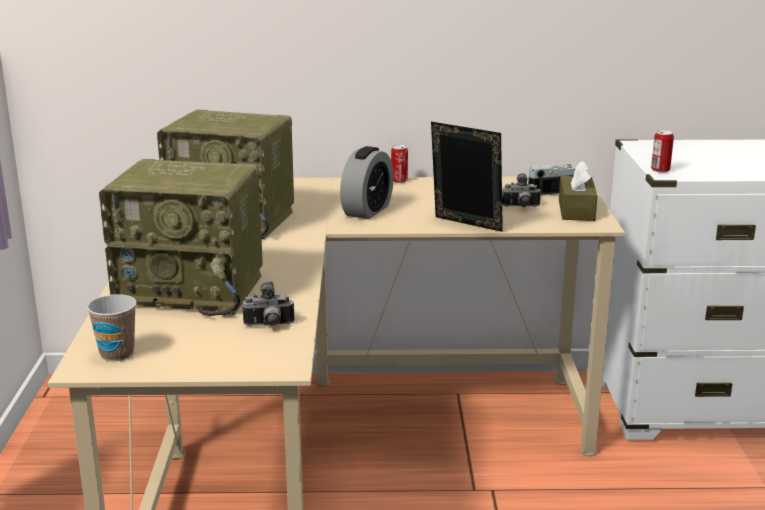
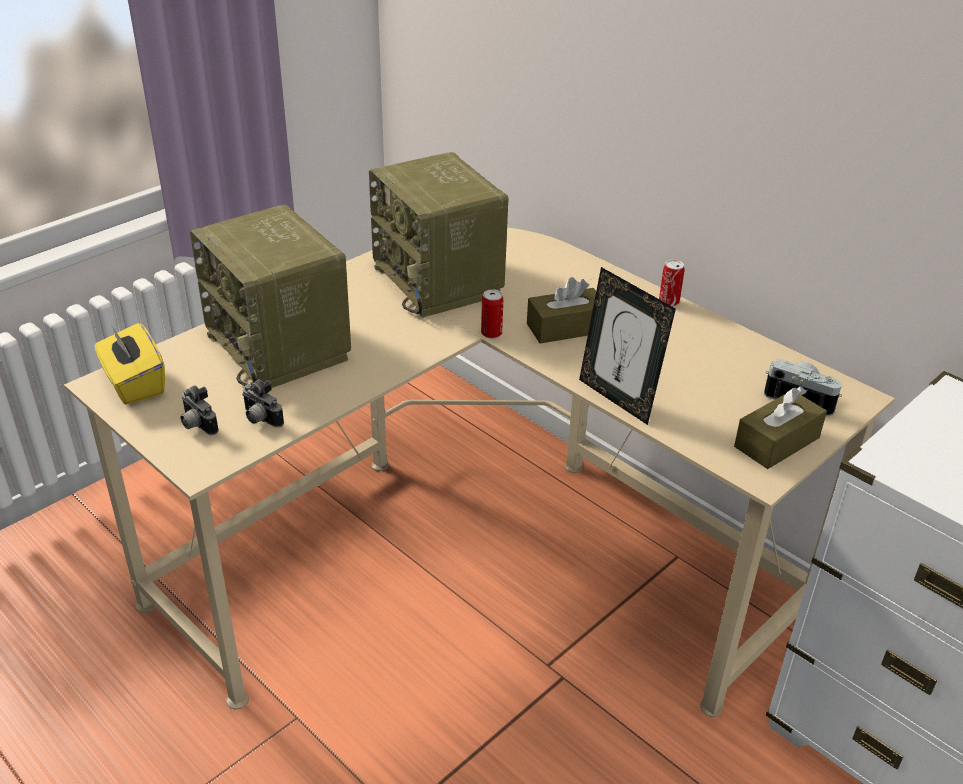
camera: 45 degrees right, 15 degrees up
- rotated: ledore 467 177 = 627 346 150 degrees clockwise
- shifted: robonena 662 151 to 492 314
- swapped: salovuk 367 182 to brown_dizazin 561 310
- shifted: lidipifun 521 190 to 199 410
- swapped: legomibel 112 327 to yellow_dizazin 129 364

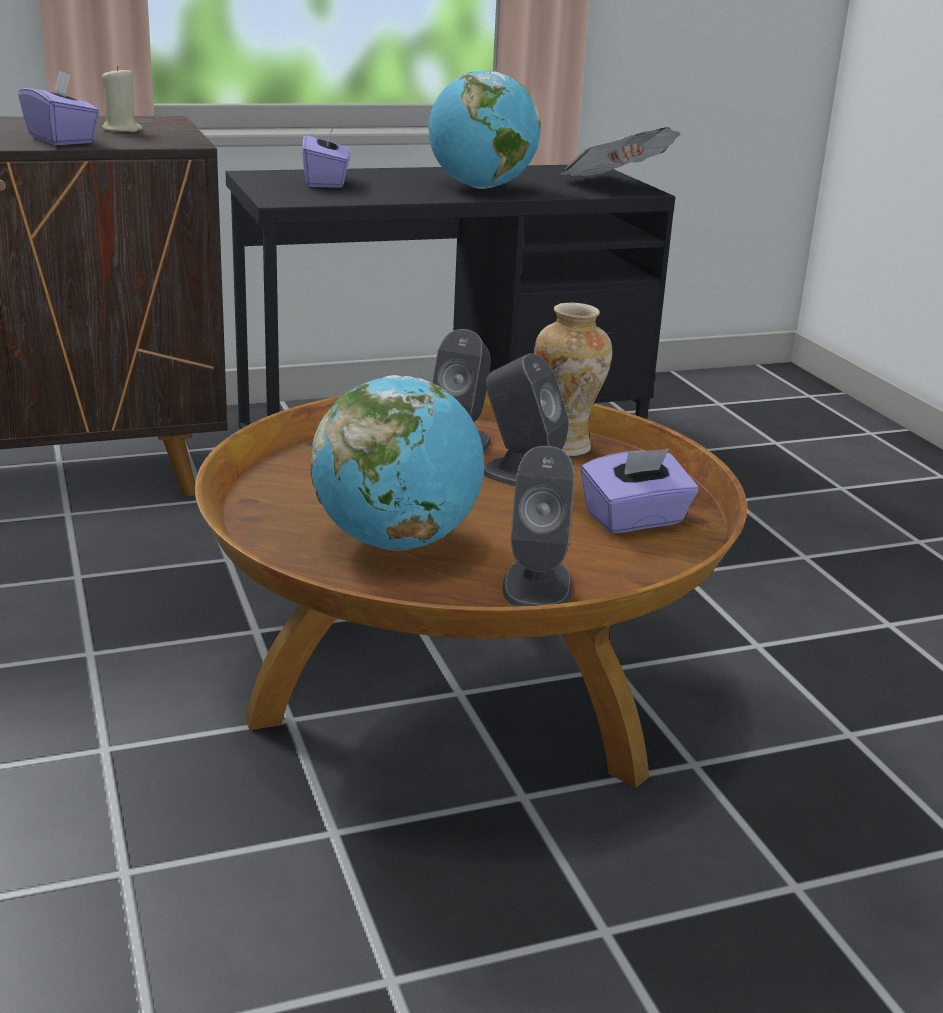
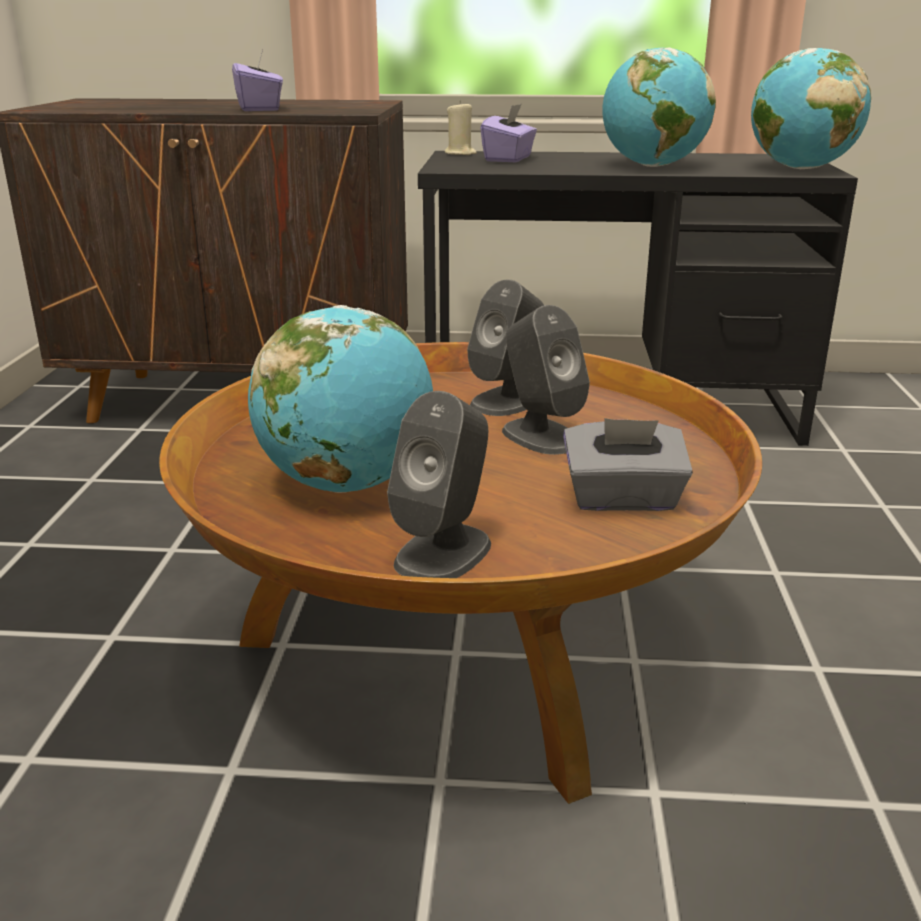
camera: 25 degrees right, 0 degrees up
- shifted: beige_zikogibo 122 99 to 461 128
- swapped: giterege 620 151 to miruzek 811 108
- gone: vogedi 573 379
- repainted: purple_dizazin 639 490 to grey_dizazin 628 464

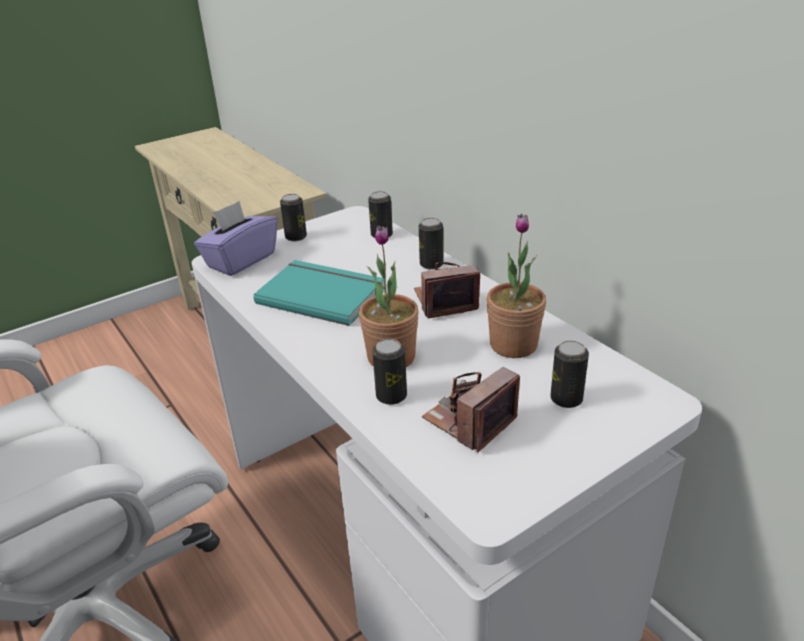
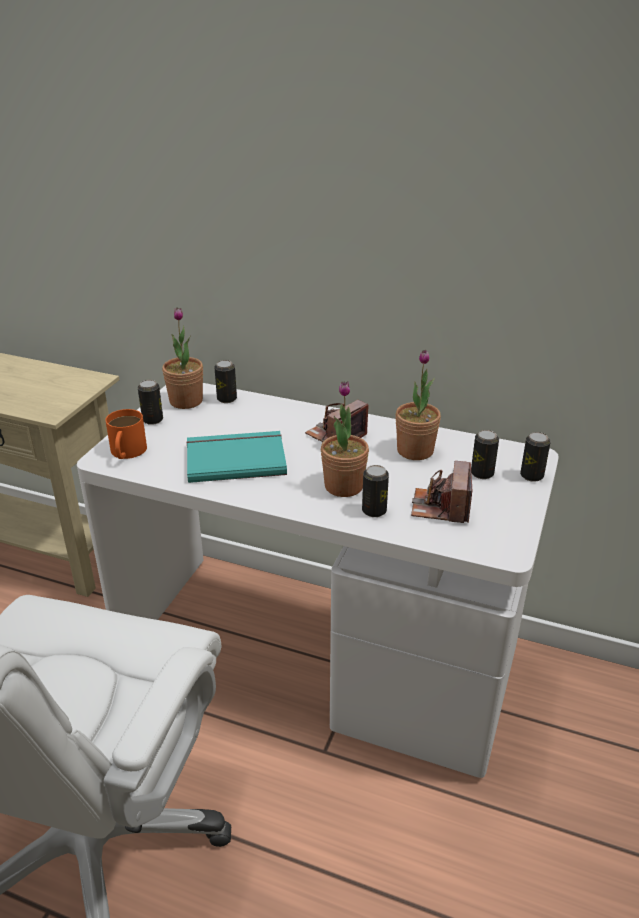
camera: 35 degrees left, 0 degrees up
- swapped: purple_dizazin 235 238 to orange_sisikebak 126 434
- shifted: robonena 431 243 to 535 457
- new: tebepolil 182 358

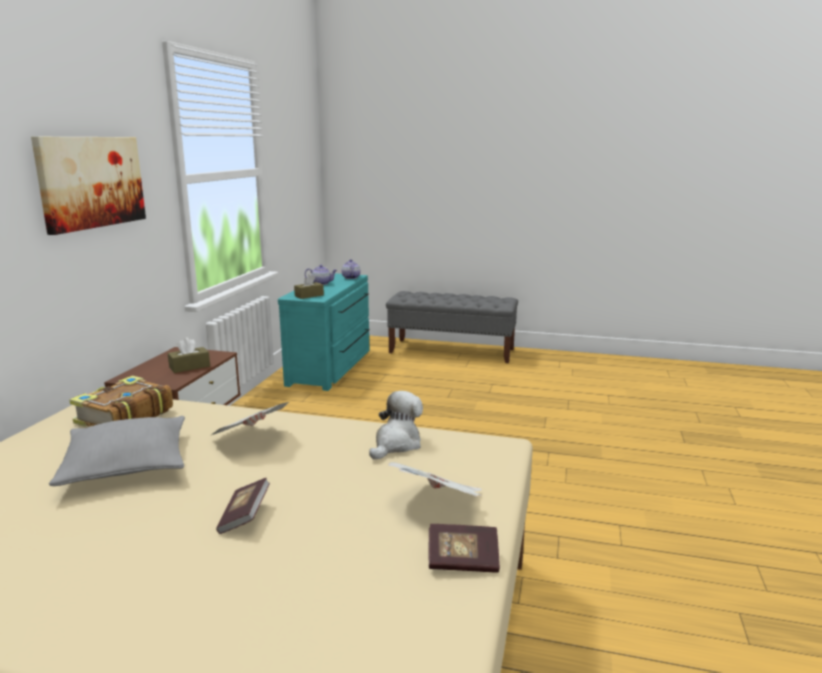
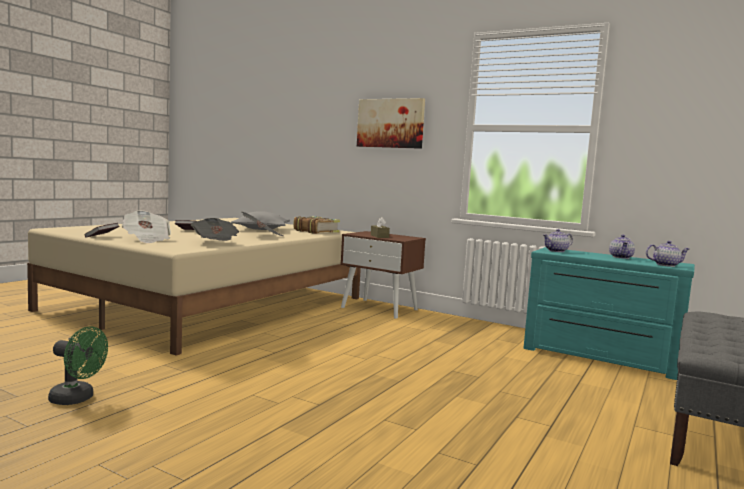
camera: 105 degrees right, 10 degrees down
- swapped: brown_dizazin 309 286 to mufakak 558 240
- swapped: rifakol 396 425 to giterege 215 229
- new: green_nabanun 78 365

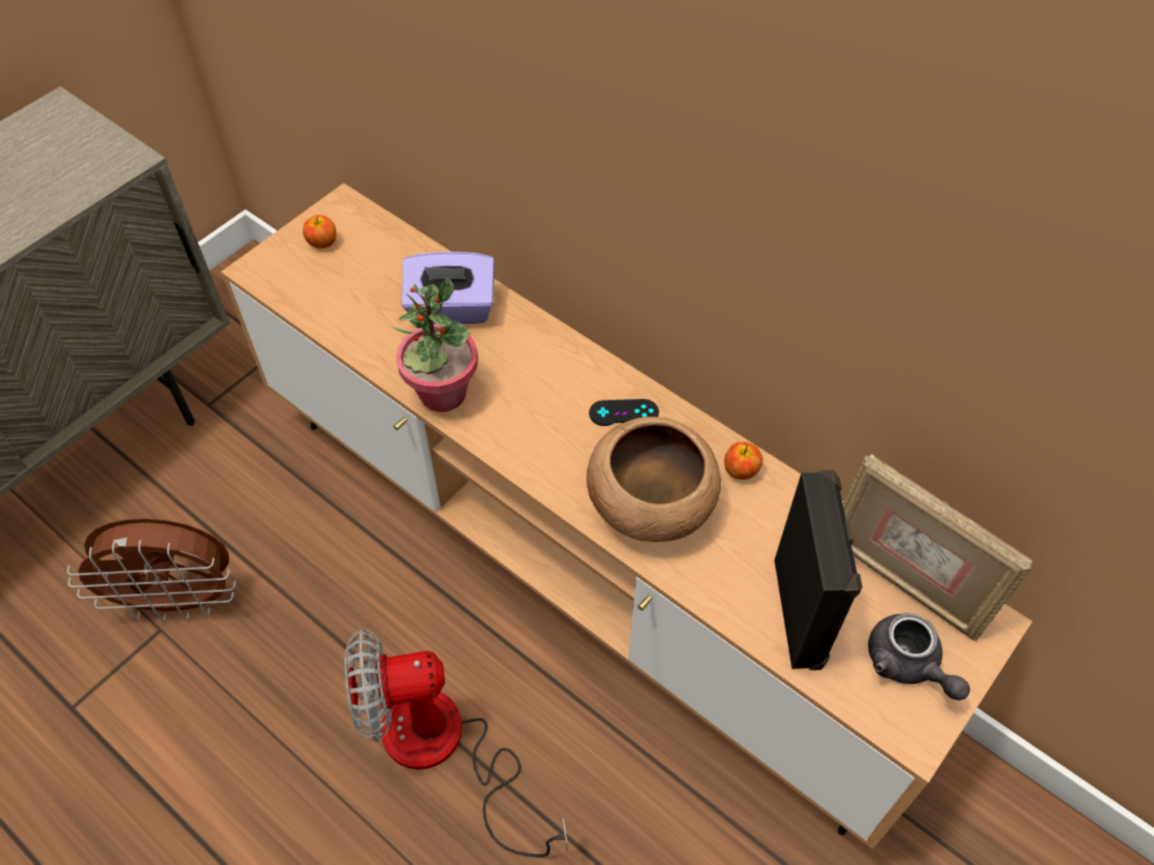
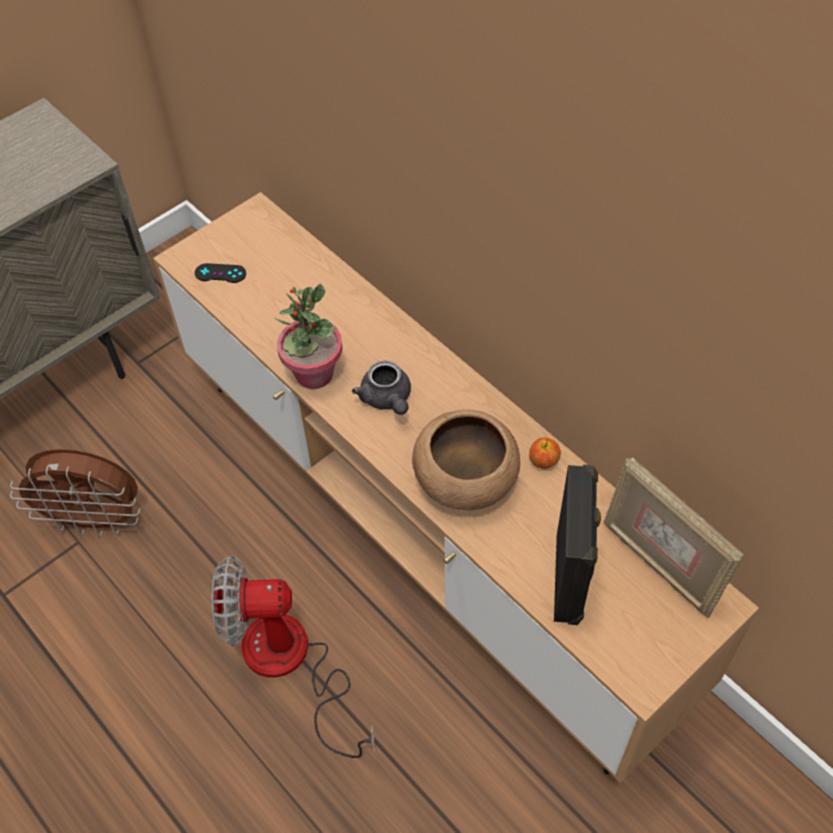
camera: 10 degrees right, 0 degrees up
- gone: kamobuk 319 232
- gone: purple_dizazin 448 288
- shifted: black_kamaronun 624 412 to 220 273
- shifted: grey_mufakak 919 656 to 381 388

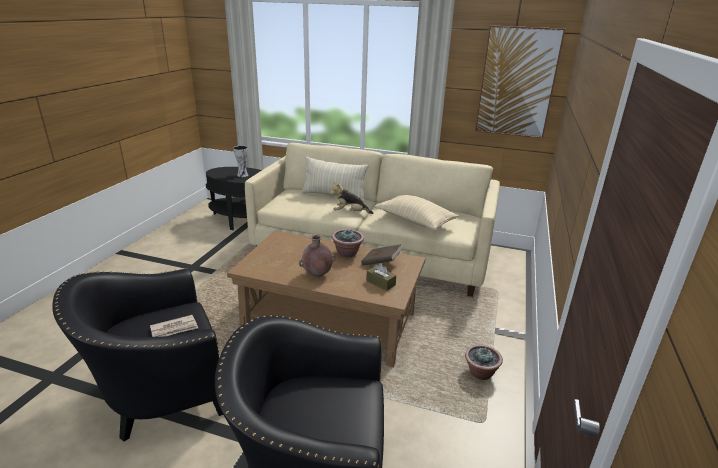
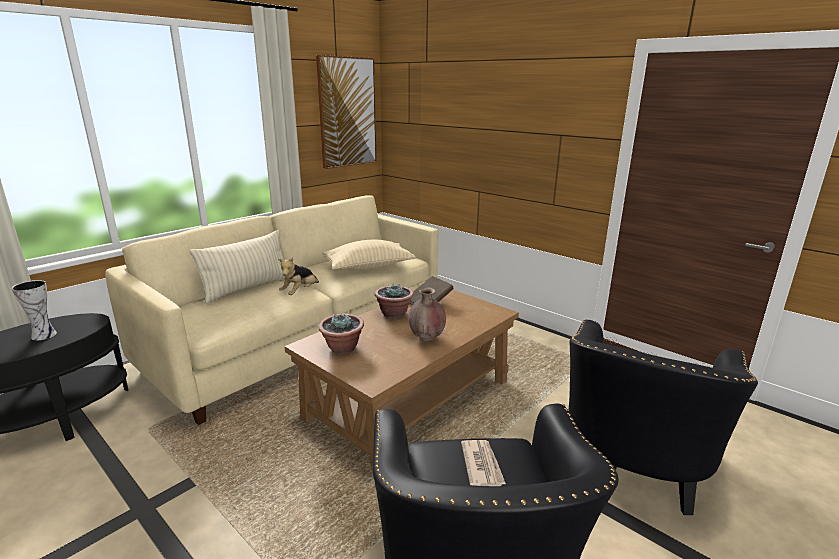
camera: 65 degrees left, 5 degrees down
- gone: brown_dizazin 381 277
- shifted: tebepolil 484 362 to 341 334

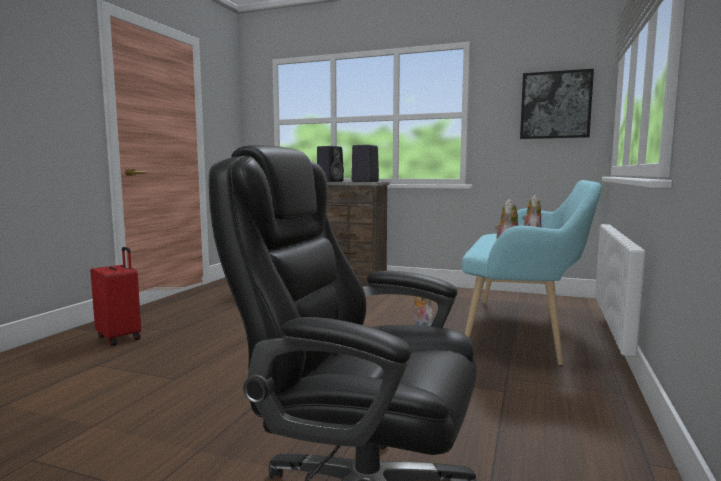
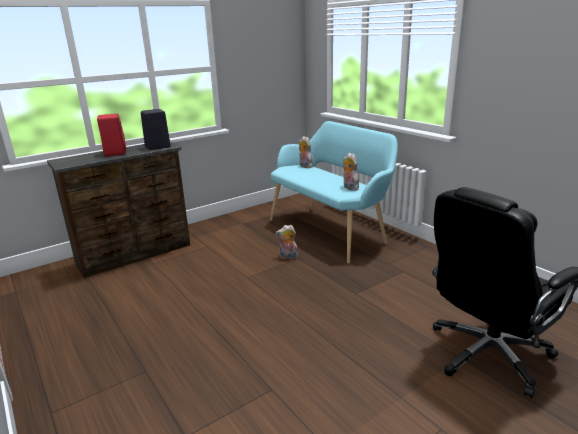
camera: 55 degrees left, 15 degrees up
- gone: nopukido 557 104
- repainted: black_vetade 330 164 to red_vetade 112 135
- gone: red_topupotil 115 296

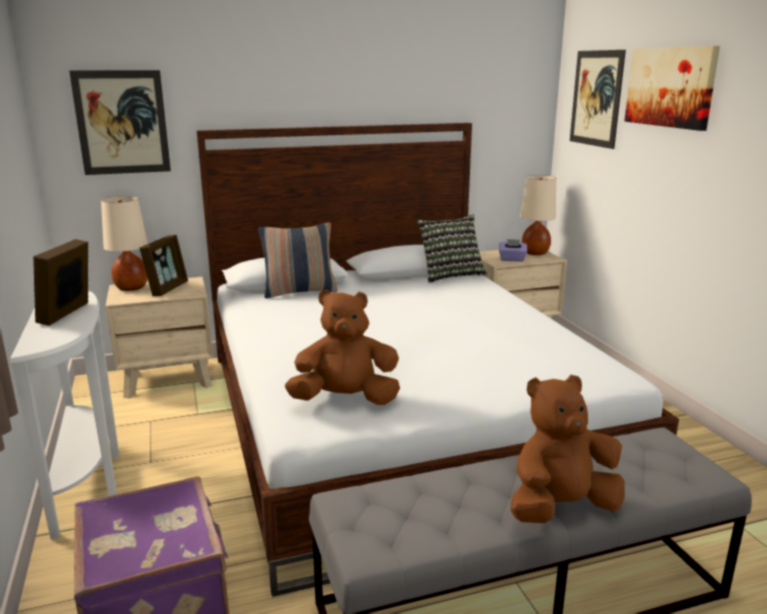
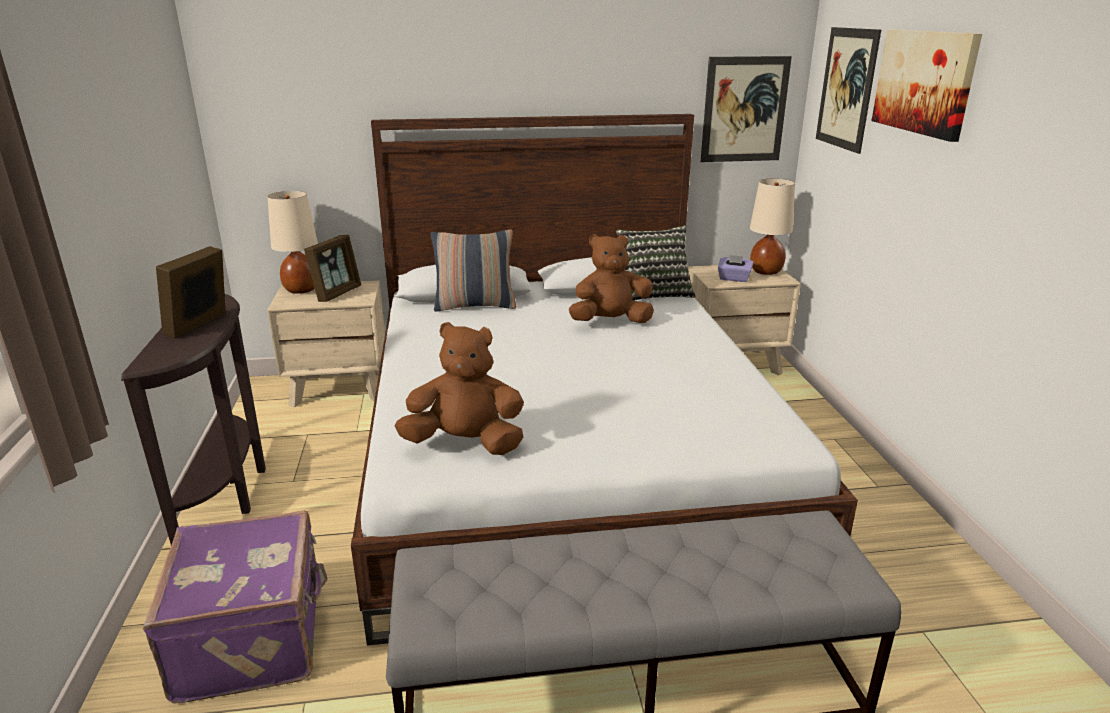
camera: 10 degrees right, 5 degrees up
- shifted: nopukido 120 122 to 746 109
- repainted: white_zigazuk 64 415 to brown_zigazuk 193 419
- shifted: brown_rifakol 567 449 to 611 278

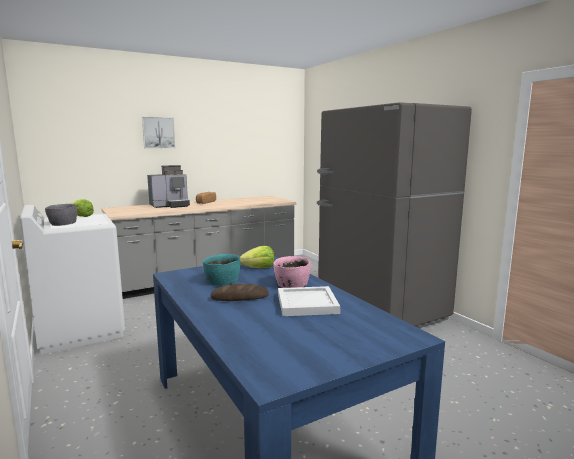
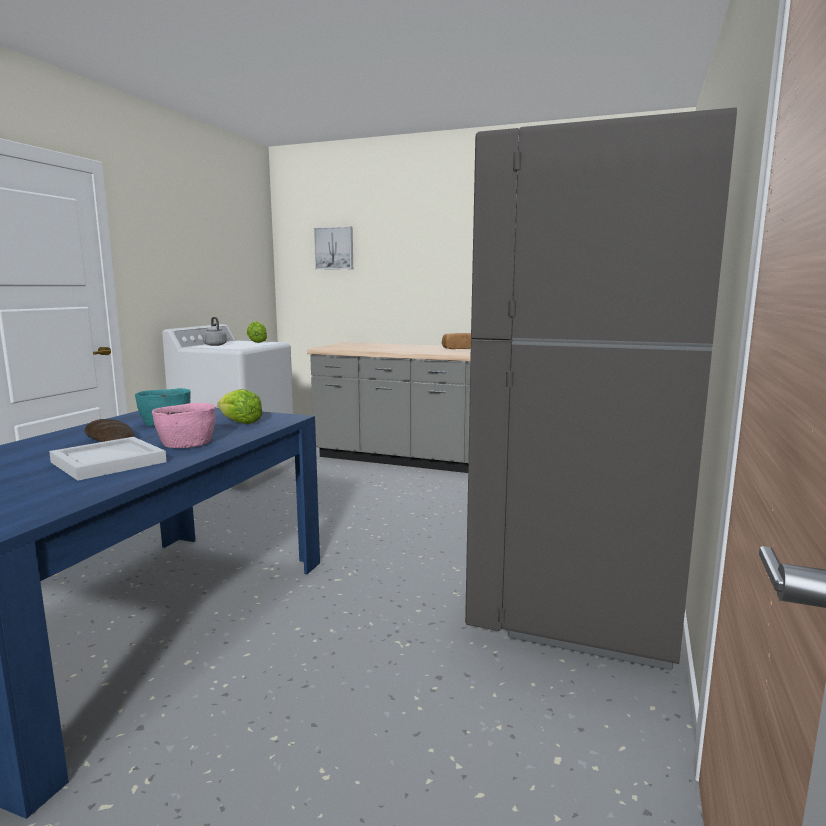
camera: 50 degrees right, 0 degrees up
- shifted: nopukido 159 133 to 333 248
- gone: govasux 168 186
- swapped: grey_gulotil 61 215 to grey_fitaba 215 331

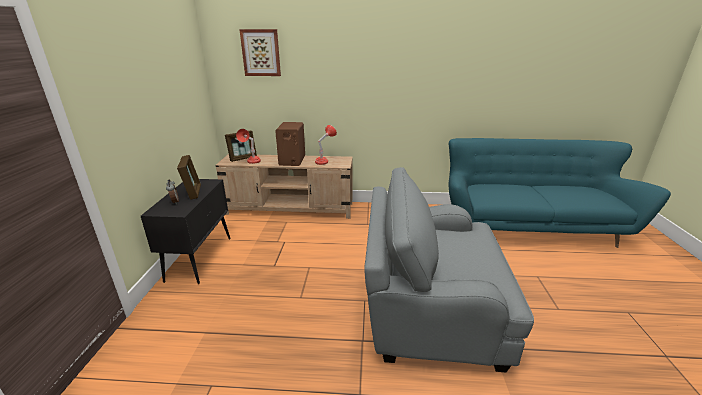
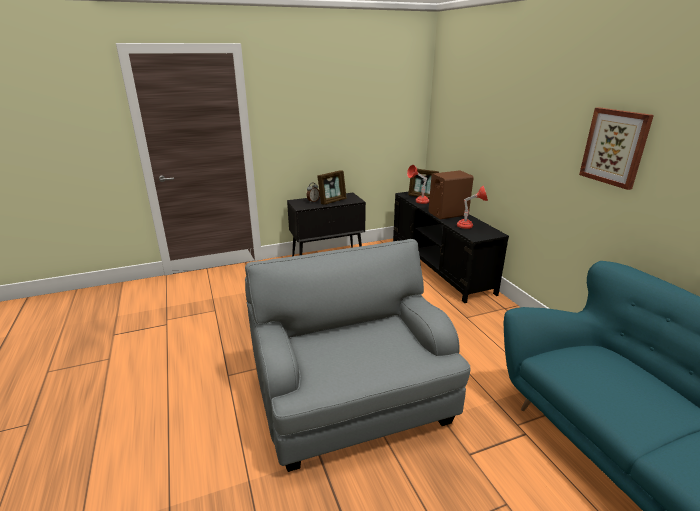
camera: 65 degrees right, 0 degrees up
- shifted: nopukido 260 52 to 616 148
- repainted: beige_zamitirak 284 186 to black_zamitirak 451 247

